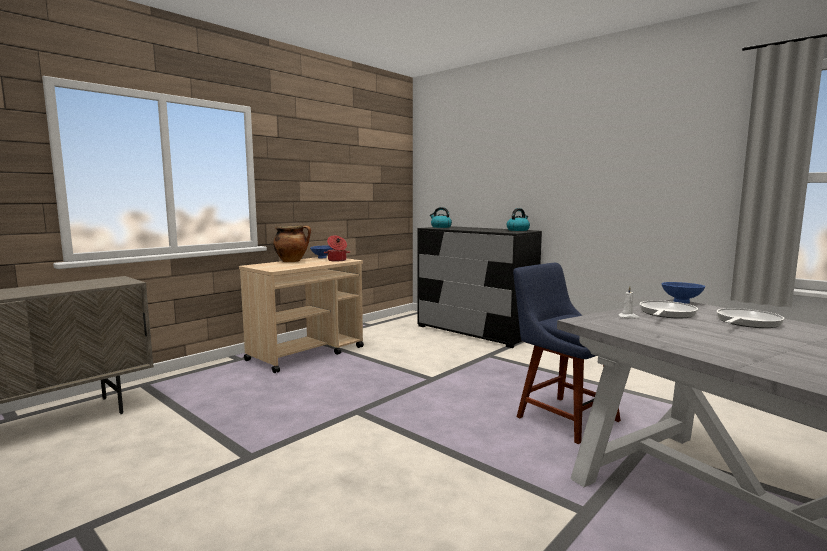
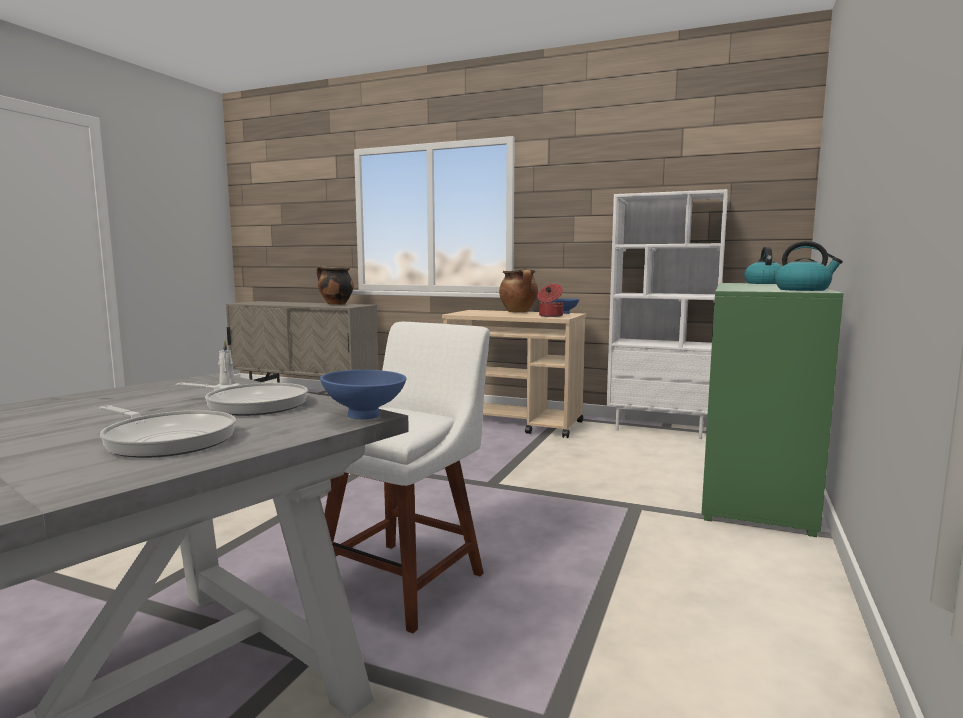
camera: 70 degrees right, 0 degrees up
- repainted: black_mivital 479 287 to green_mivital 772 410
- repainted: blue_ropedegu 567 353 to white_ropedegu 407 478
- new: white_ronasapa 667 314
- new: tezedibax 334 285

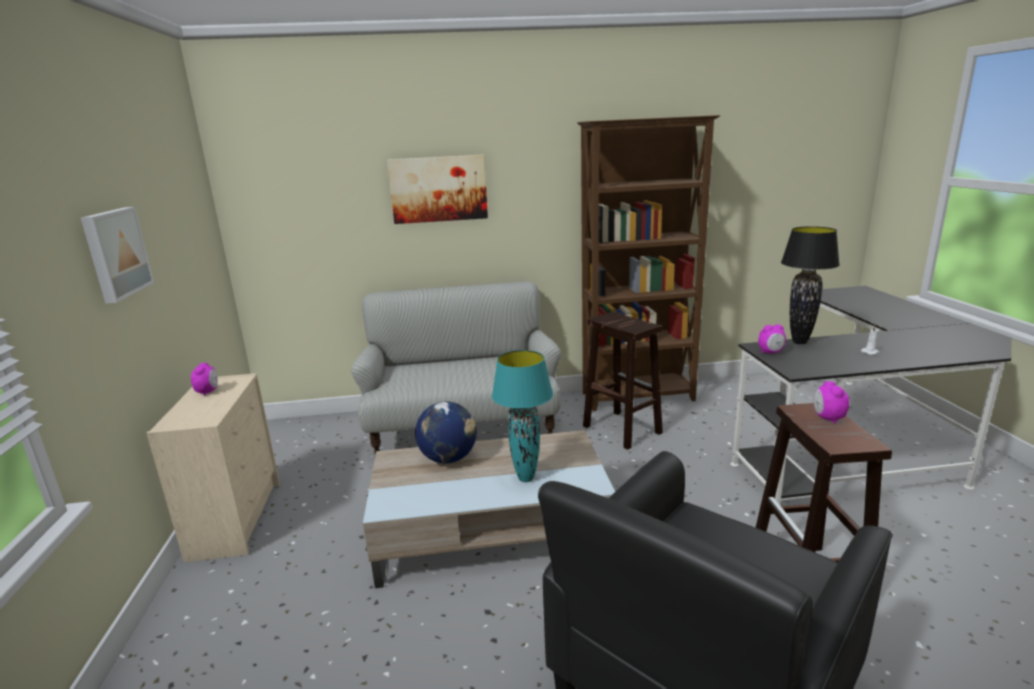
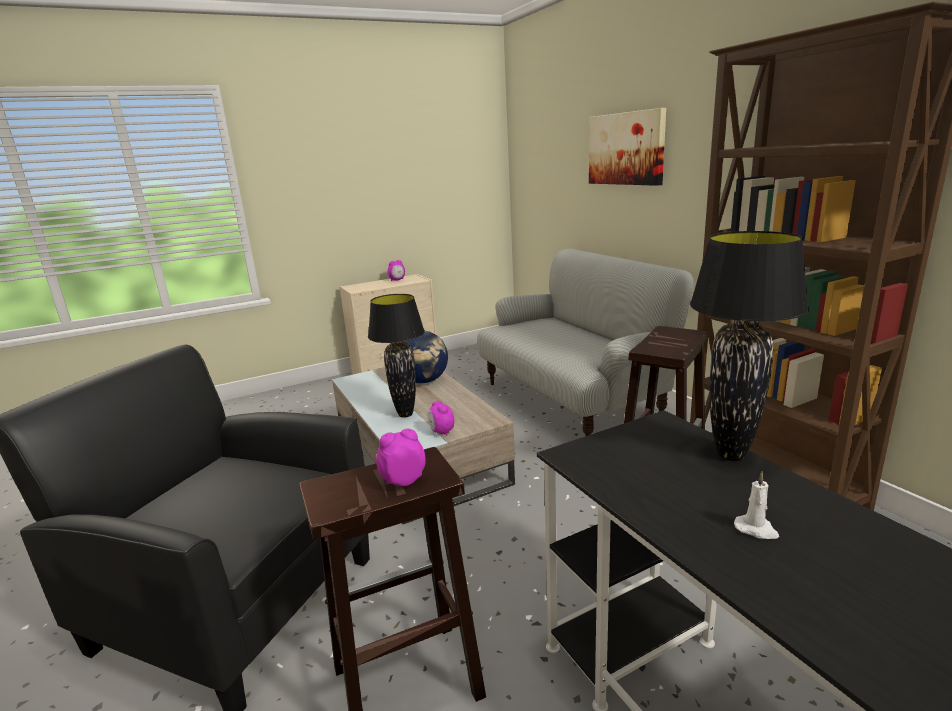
camera: 70 degrees right, 0 degrees up
- gone: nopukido 117 255
- shifted: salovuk 772 339 to 440 418
- repainted: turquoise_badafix 522 416 to black_badafix 396 356

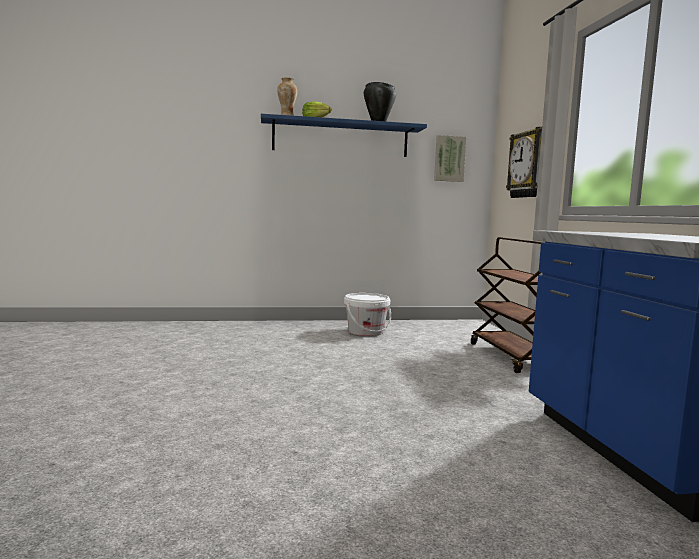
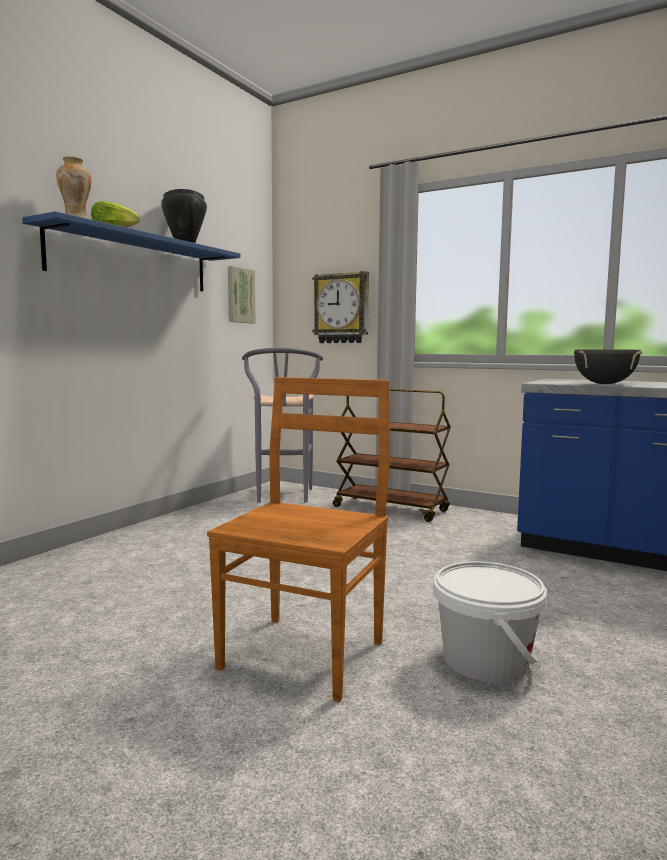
camera: 50 degrees left, 0 degrees up
- shifted: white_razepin 367 314 to 490 622
- new: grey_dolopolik 282 425
- new: black_tezedibax 608 366
- new: brown_ropedegu 298 539

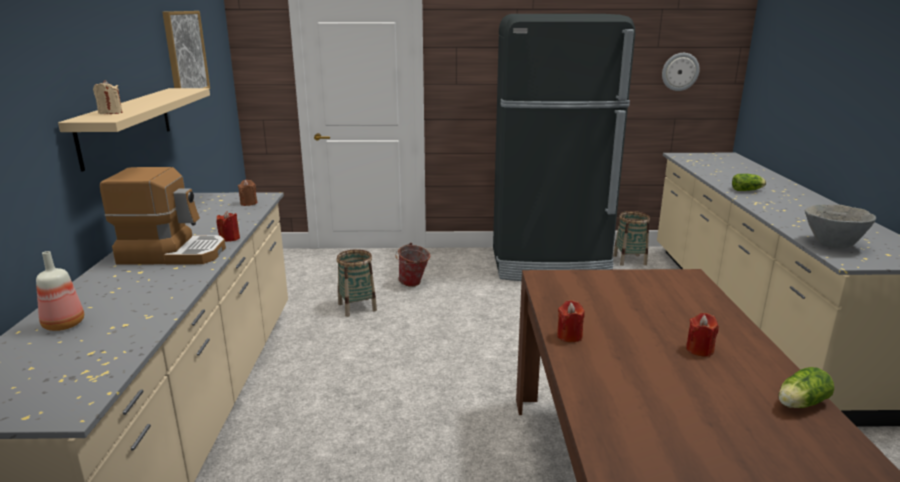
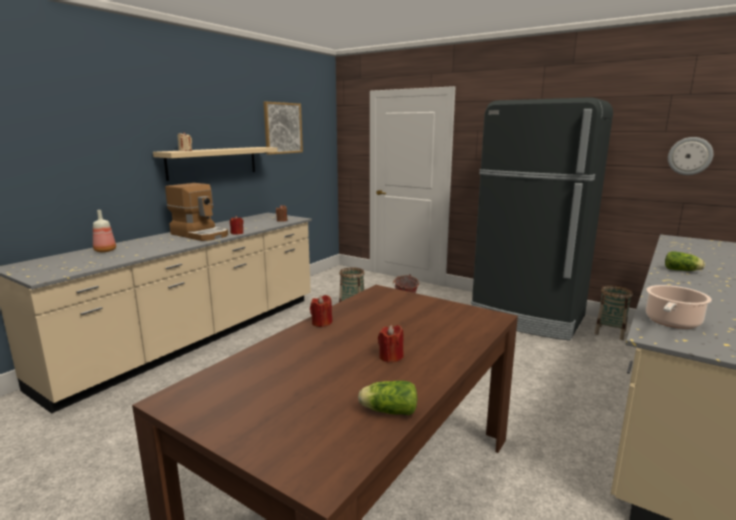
camera: 35 degrees right, 5 degrees down
- swapped: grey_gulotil 840 226 to tezedibax 679 307

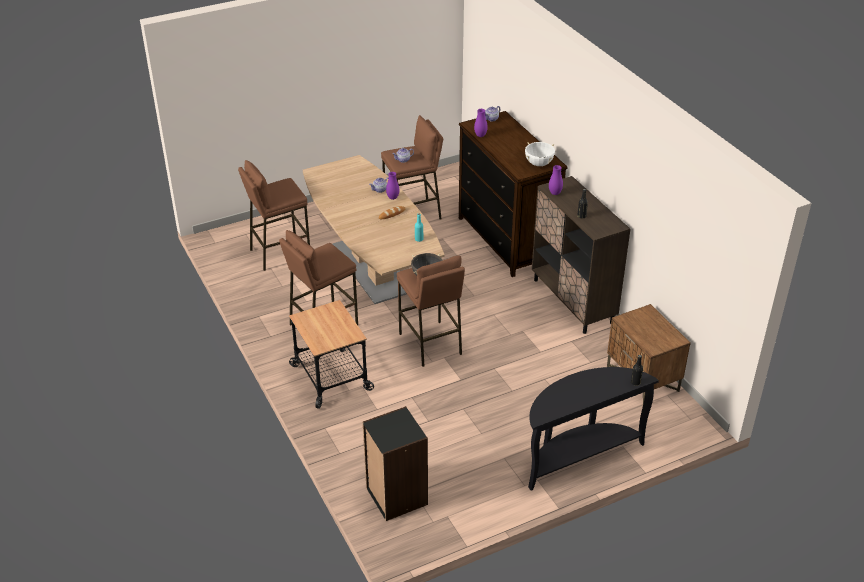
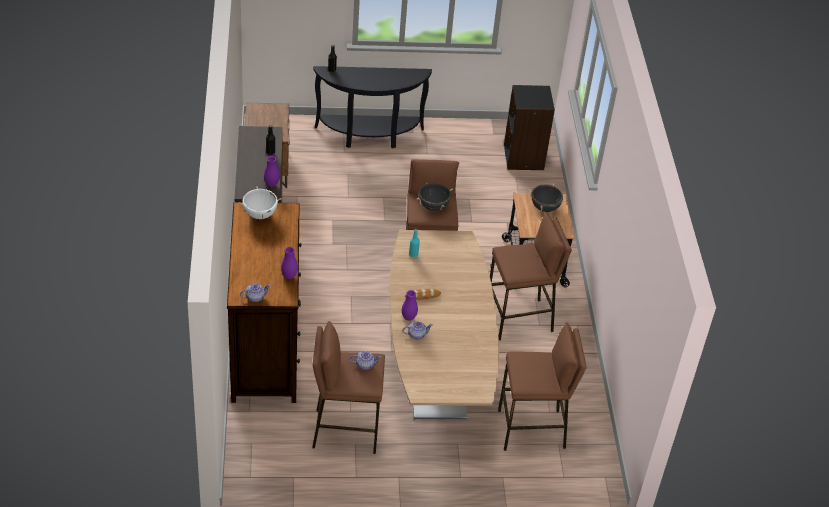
camera: 160 degrees left, 5 degrees up
- new: black_tezedibax 547 198

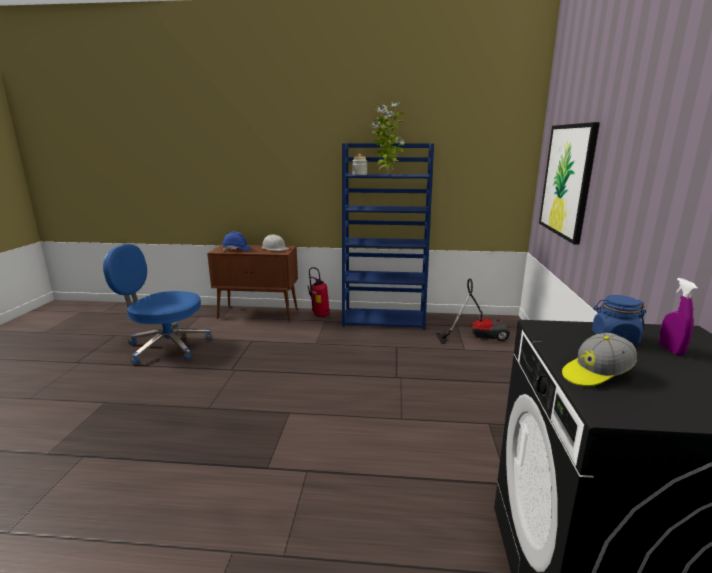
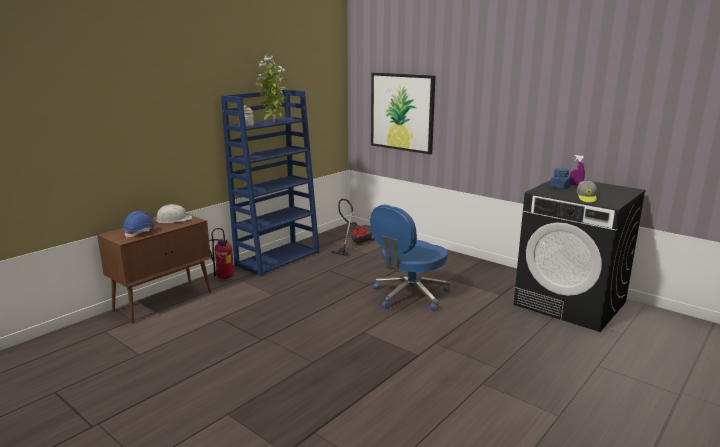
camera: 55 degrees left, 0 degrees up
- shifted: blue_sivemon 157 304 to 410 258

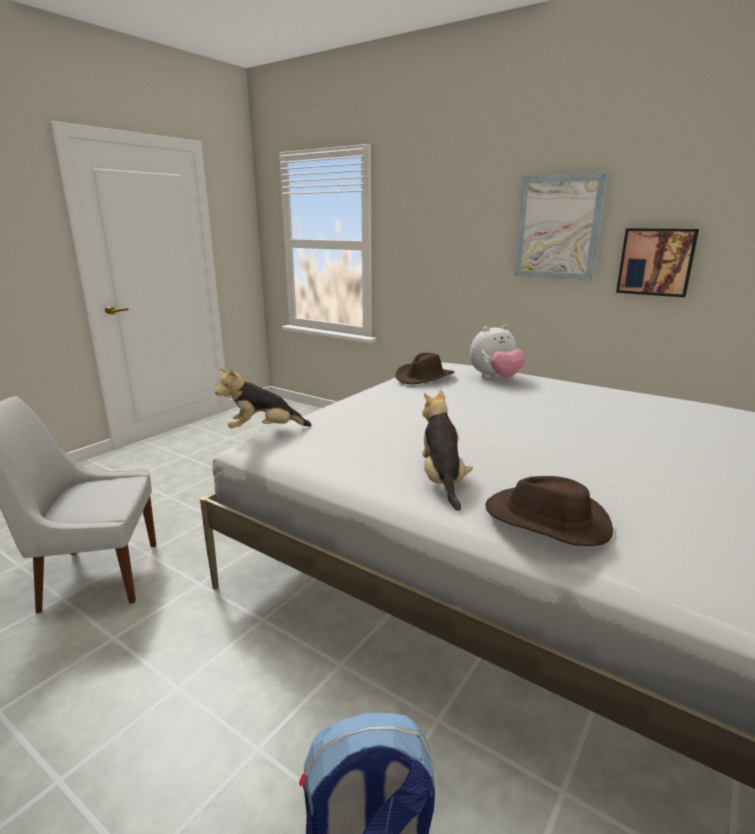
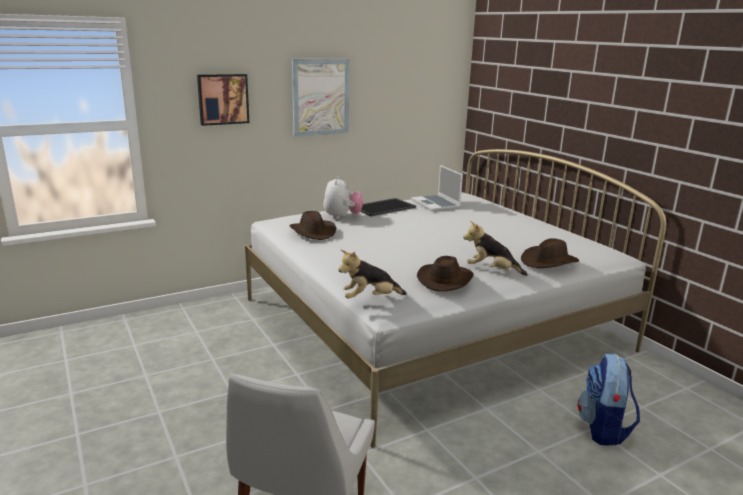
camera: 65 degrees left, 0 degrees up
- shifted: nopukido 657 262 to 223 100
- rotated: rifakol 263 398 = 372 274 60 degrees clockwise
- new: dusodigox 437 188
- new: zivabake 388 207
- new: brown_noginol 445 274

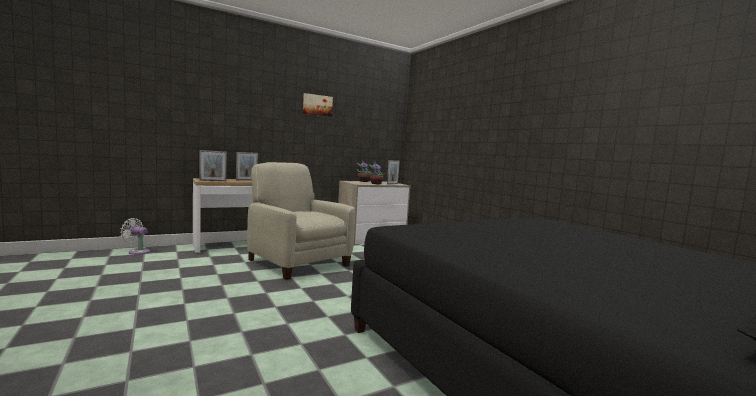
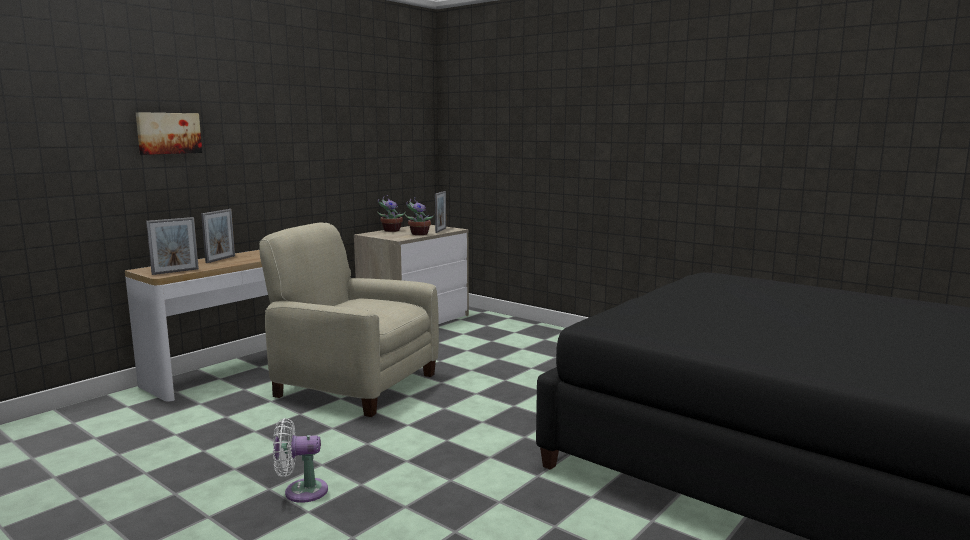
camera: 20 degrees left, 5 degrees up
- shifted: nopukido 318 105 to 169 133
- shifted: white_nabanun 135 236 to 300 460

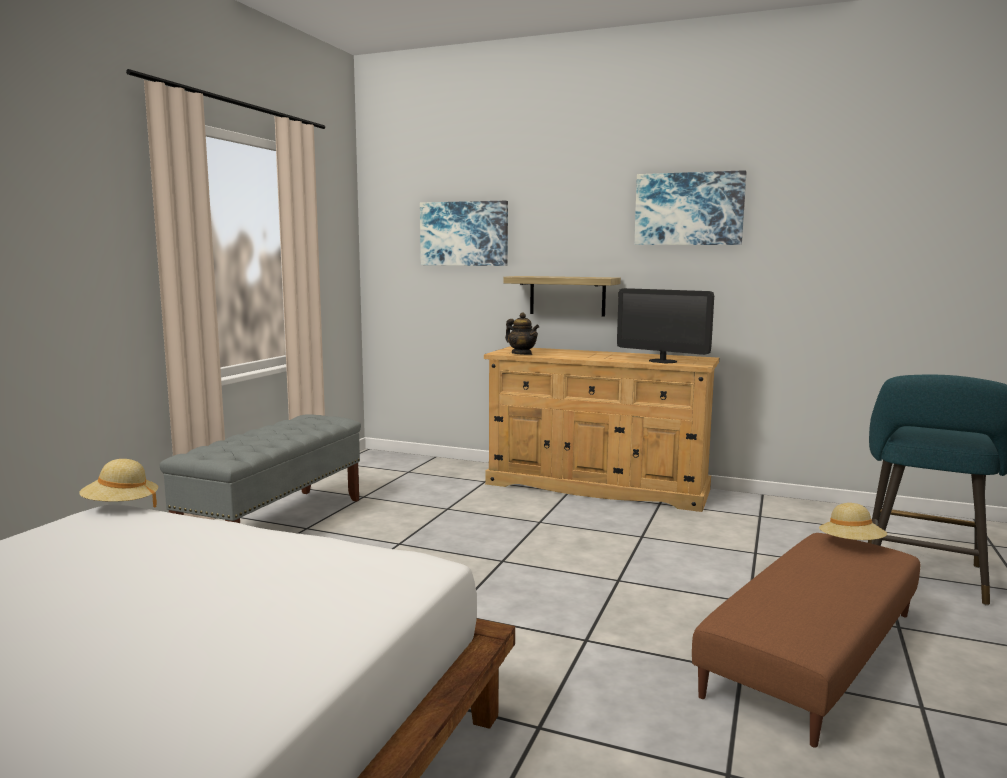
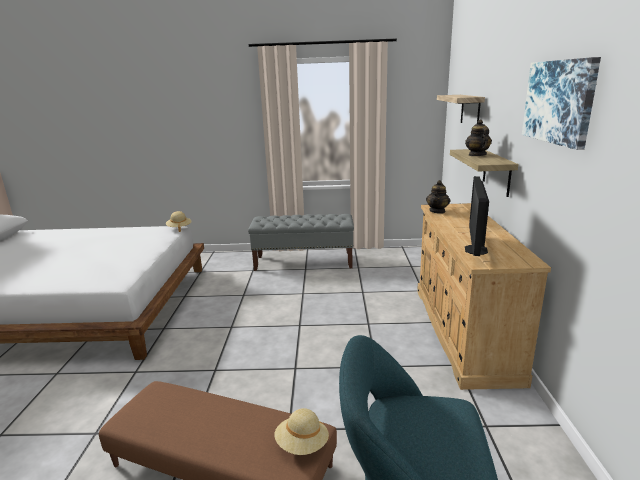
camera: 70 degrees right, 10 degrees up
- swapped: nopukido 464 233 to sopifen 461 109
- new: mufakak 478 137

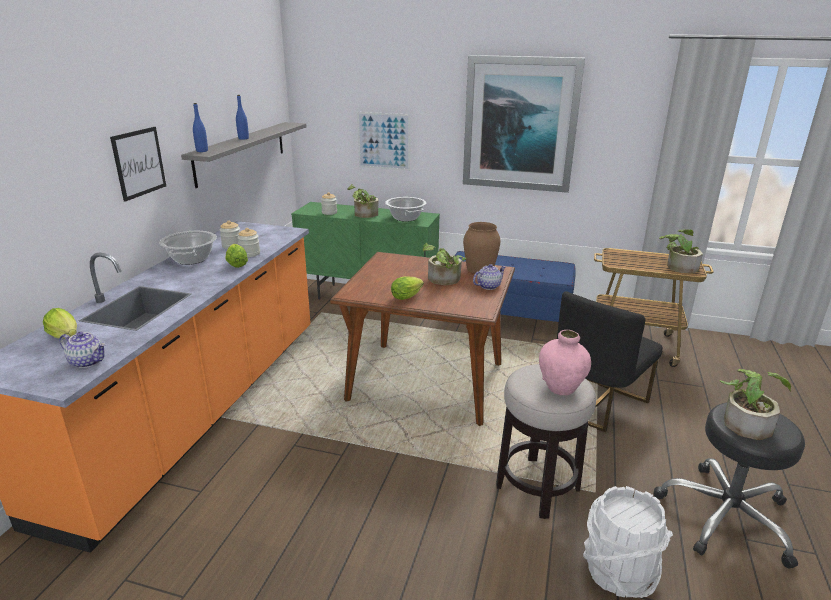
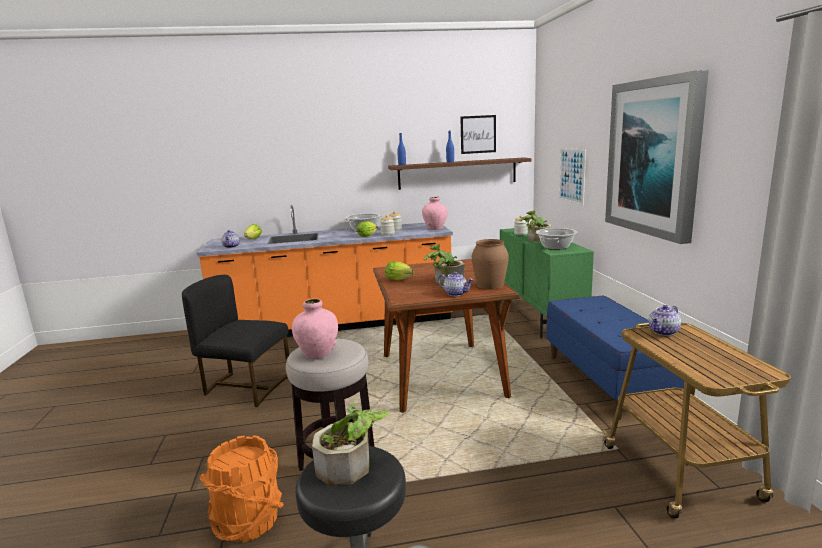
camera: 65 degrees right, 10 degrees down
- repainted: grey_sopifen 244 155 to brown_sopifen 460 173
- shifted: nopukido 138 164 to 478 134
- gone: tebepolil 681 251
- shifted: black_ropedegu 610 361 to 235 341
- repainted: white_razepin 628 542 to orange_razepin 242 489
- new: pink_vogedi 435 213
- new: mufakak 665 320

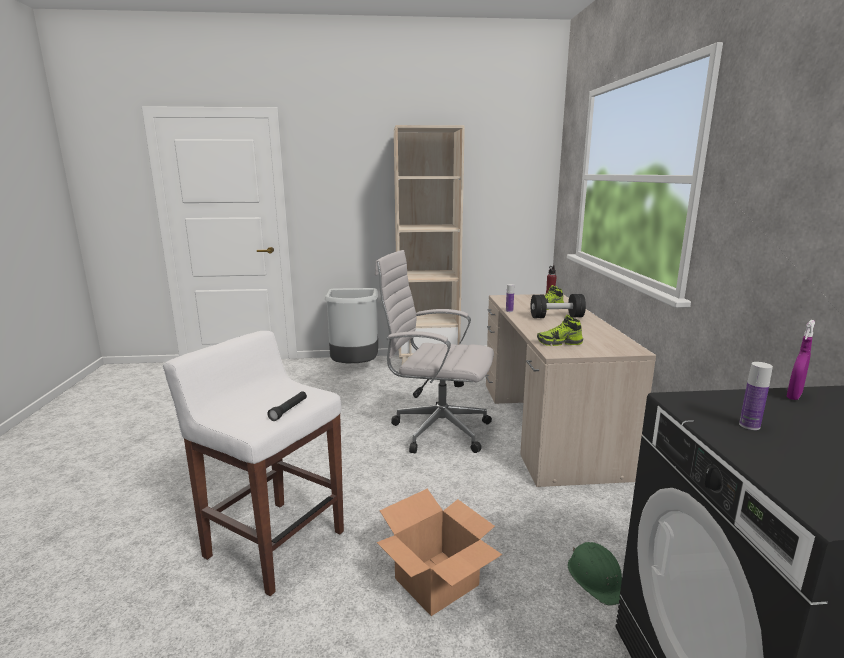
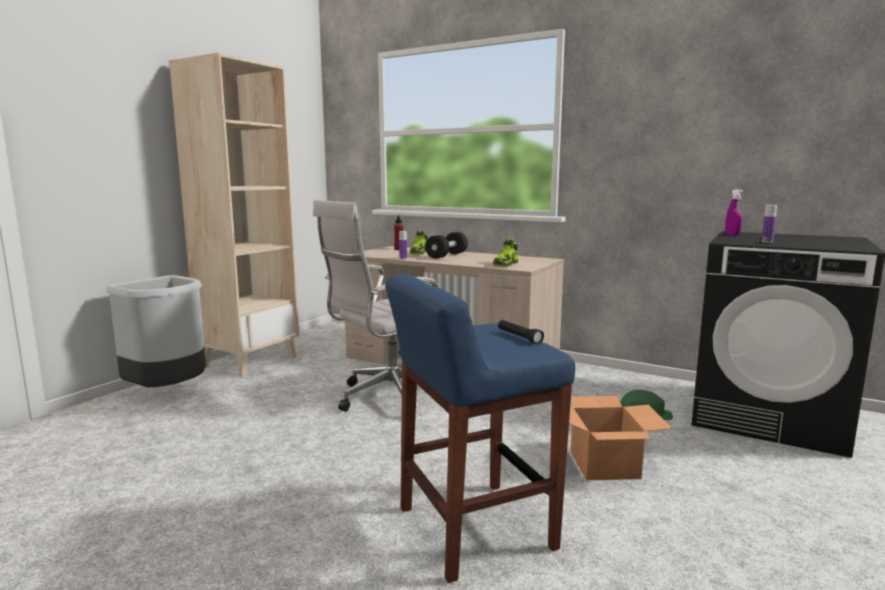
camera: 55 degrees left, 5 degrees down
- repainted: white_dolopolik 253 463 to blue_dolopolik 480 428

